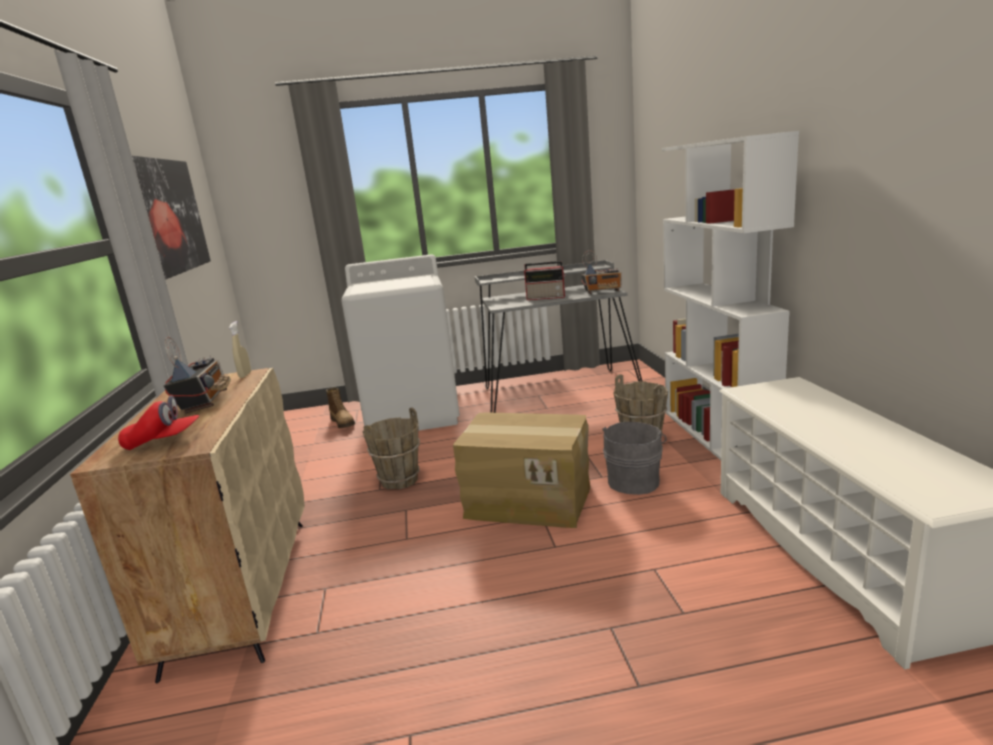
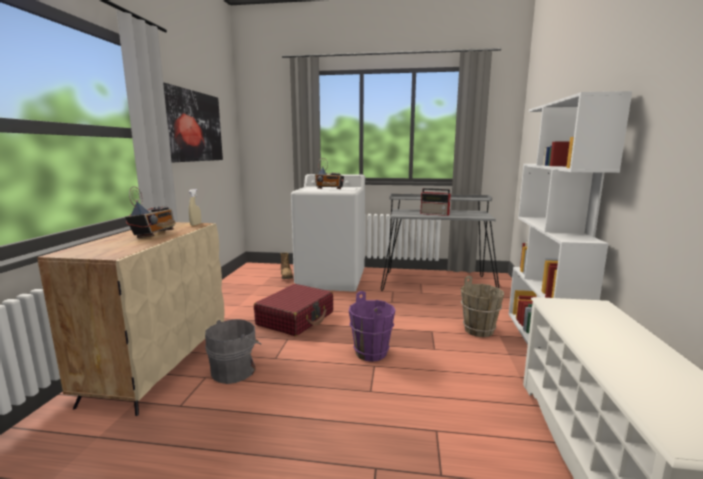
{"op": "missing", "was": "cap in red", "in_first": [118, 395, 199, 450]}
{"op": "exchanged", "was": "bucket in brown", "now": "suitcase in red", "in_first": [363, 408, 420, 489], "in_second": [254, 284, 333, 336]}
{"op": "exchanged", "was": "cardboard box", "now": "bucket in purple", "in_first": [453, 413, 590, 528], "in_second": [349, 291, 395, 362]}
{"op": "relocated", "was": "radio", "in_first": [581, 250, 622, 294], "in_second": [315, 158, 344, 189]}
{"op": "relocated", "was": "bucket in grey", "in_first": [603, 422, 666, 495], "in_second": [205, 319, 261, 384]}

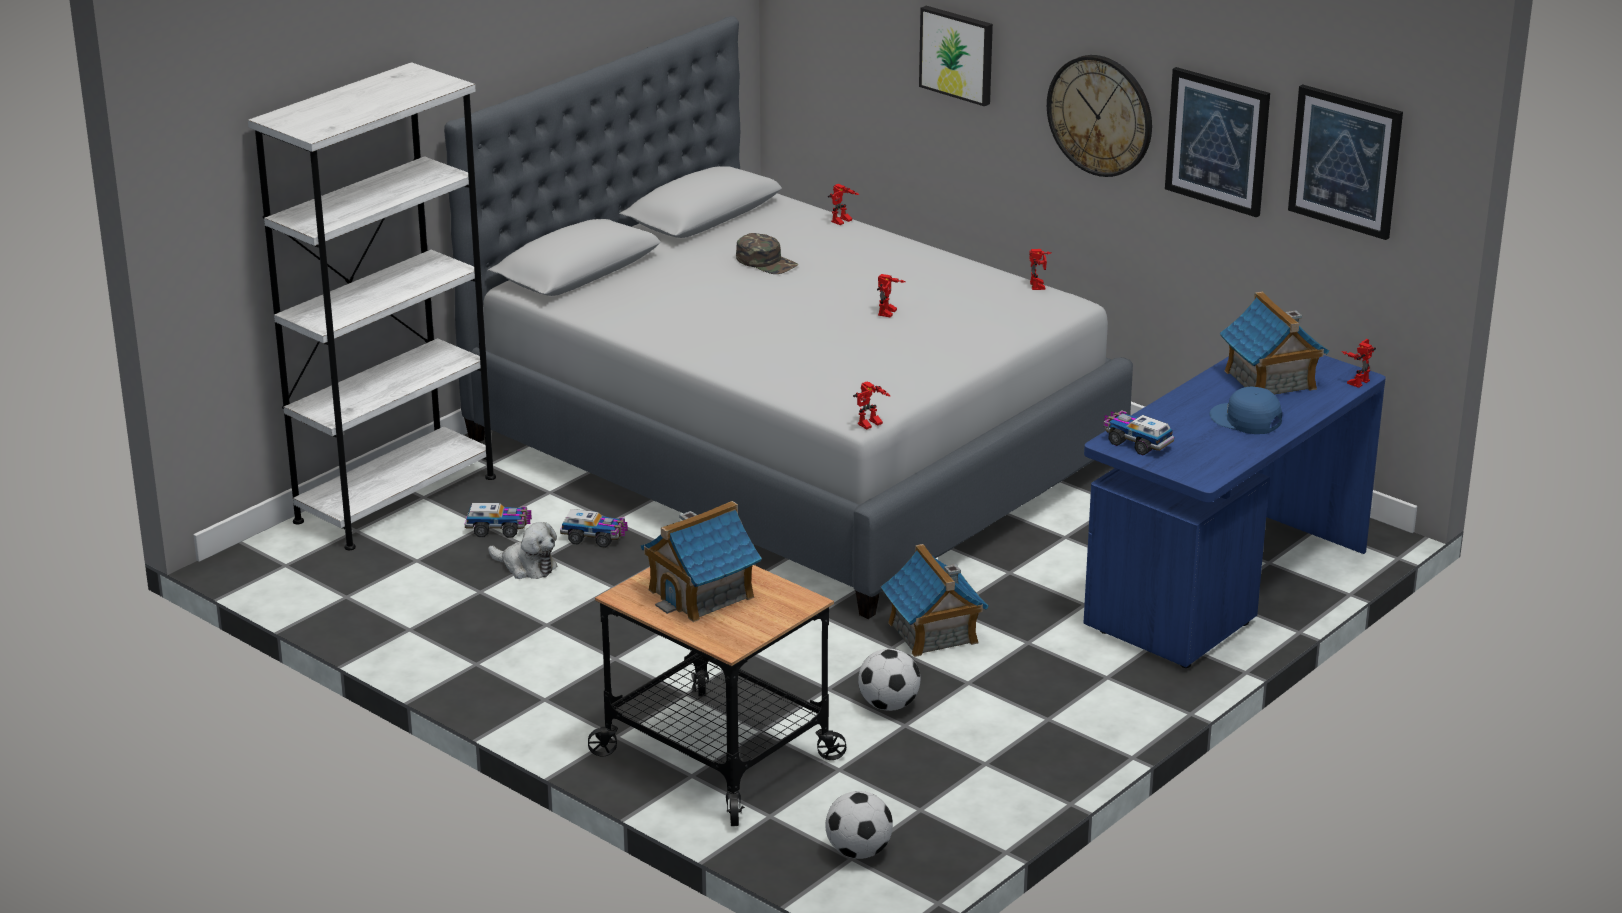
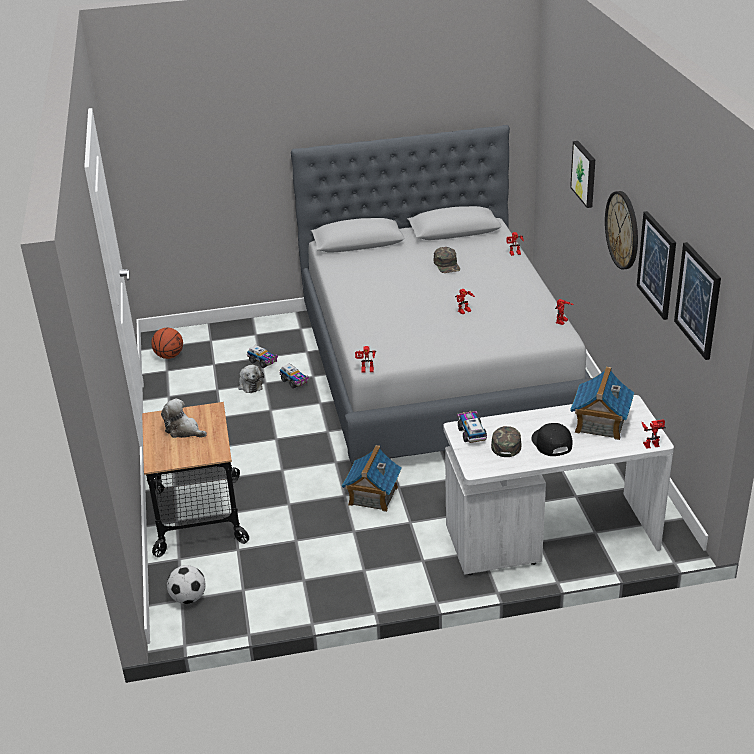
{"op": "missing", "was": "bookcase in white", "in_first": [248, 62, 496, 550]}
{"op": "exchanged", "was": "toy house", "now": "plush toy", "in_first": [641, 501, 762, 622], "in_second": [161, 399, 207, 438]}
{"op": "missing", "was": "football", "in_first": [858, 649, 921, 711]}
{"op": "colour", "was": "desk in blue", "now": "desk in white", "in_first": [1084, 355, 1385, 668], "in_second": [444, 395, 674, 575]}
{"op": "colour", "was": "cap in blue", "now": "cap in black", "in_first": [1209, 387, 1282, 434], "in_second": [531, 423, 572, 456]}
{"op": "appeared", "now": "basketball", "in_second": [151, 328, 183, 359]}
{"op": "appeared", "now": "cap in green", "in_second": [491, 426, 522, 457]}

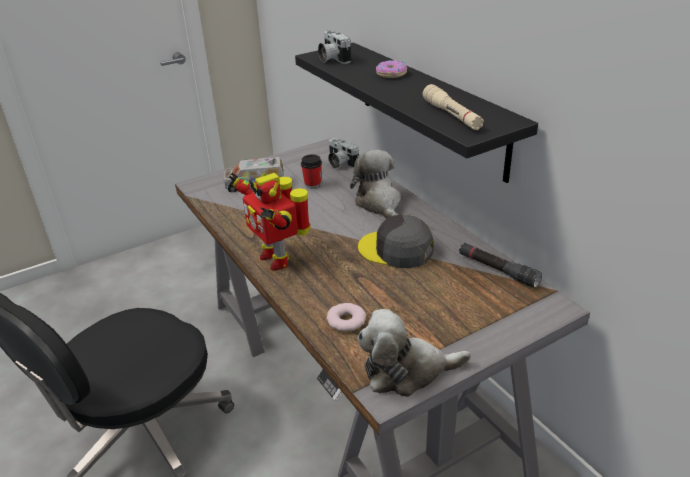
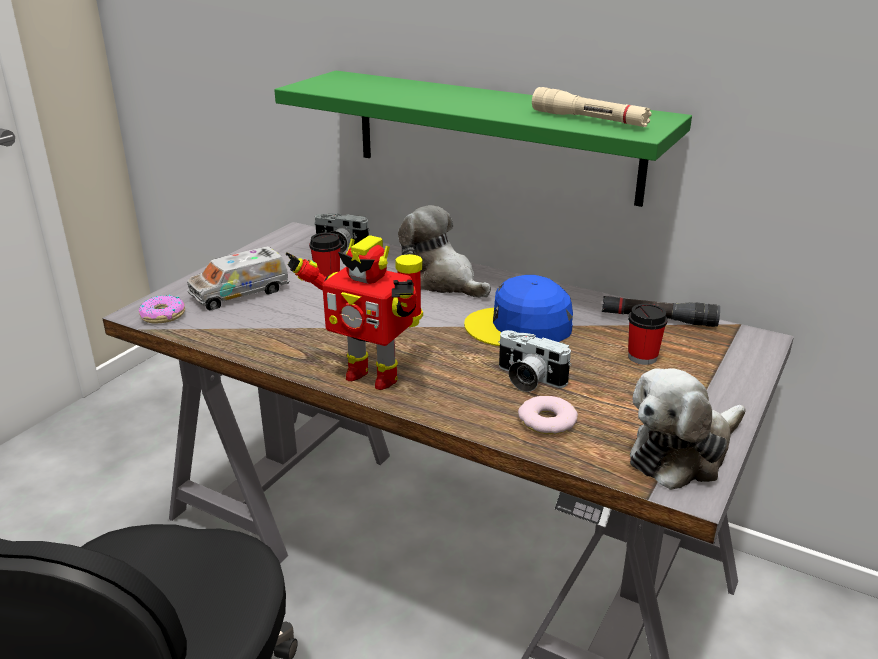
{"op": "colour", "was": "shelf in black", "now": "shelf in green", "in_first": [295, 43, 538, 183], "in_second": [274, 71, 692, 207]}
{"op": "relocated", "was": "photo camera", "in_first": [318, 31, 351, 64], "in_second": [498, 330, 572, 392]}
{"op": "colour", "was": "cap in grey", "now": "cap in blue", "in_first": [358, 215, 434, 268], "in_second": [464, 275, 573, 346]}
{"op": "relocated", "was": "donut", "in_first": [376, 60, 407, 78], "in_second": [139, 295, 185, 323]}
{"op": "appeared", "now": "cup", "in_second": [628, 304, 667, 365]}

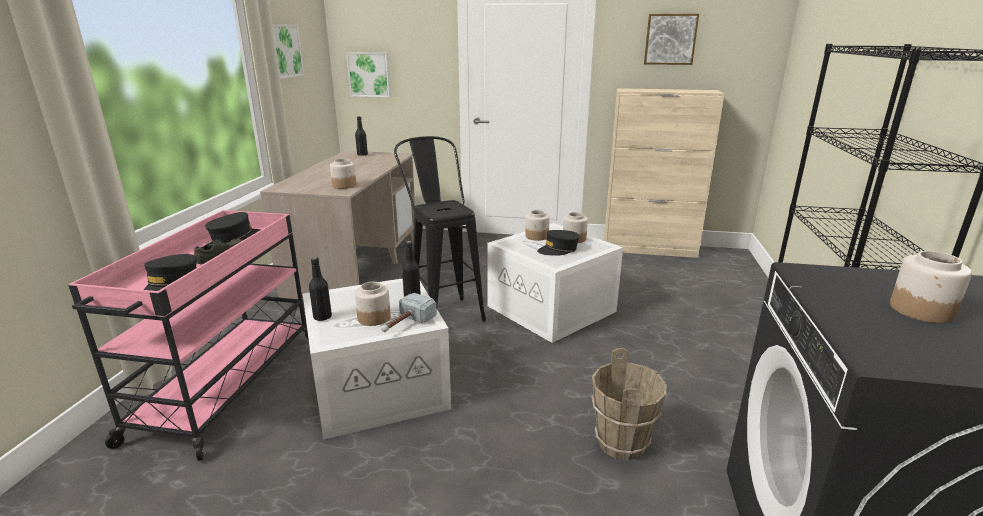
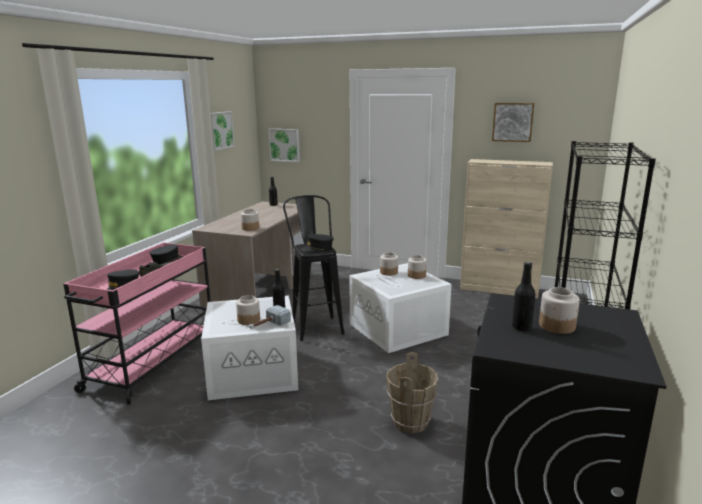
{"op": "relocated", "was": "bottle in black", "in_first": [309, 257, 332, 321], "in_second": [512, 262, 535, 331]}
{"op": "relocated", "was": "cap in black", "in_first": [537, 230, 580, 256], "in_second": [300, 234, 334, 252]}

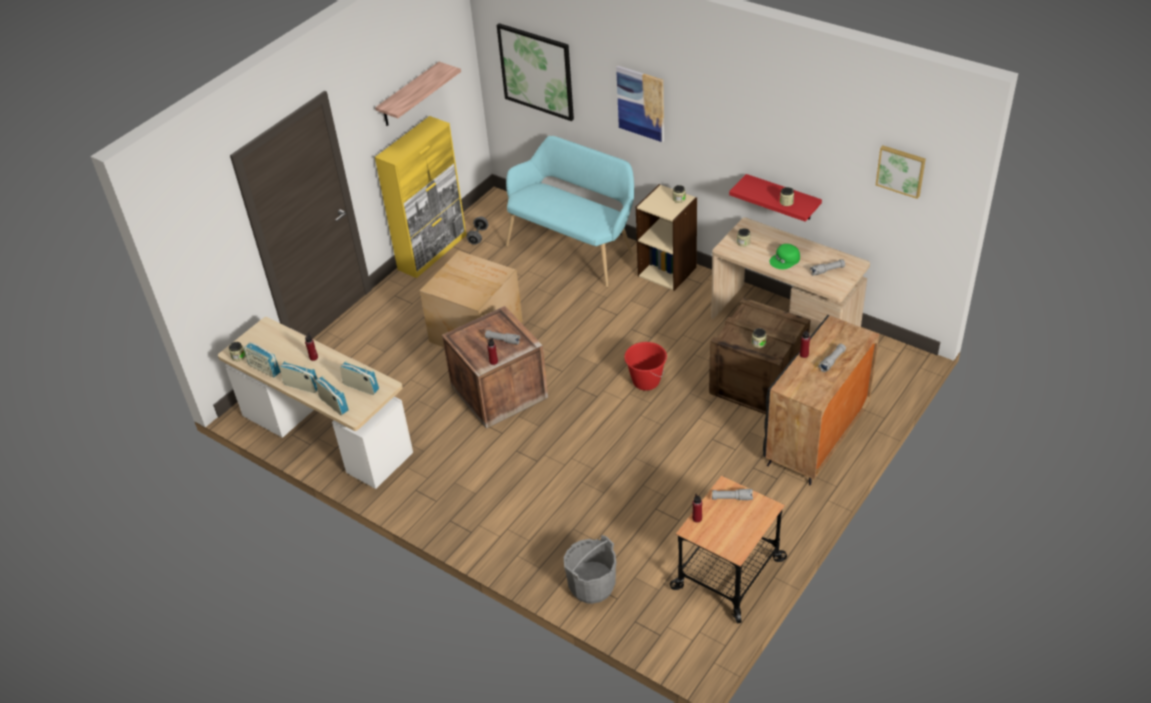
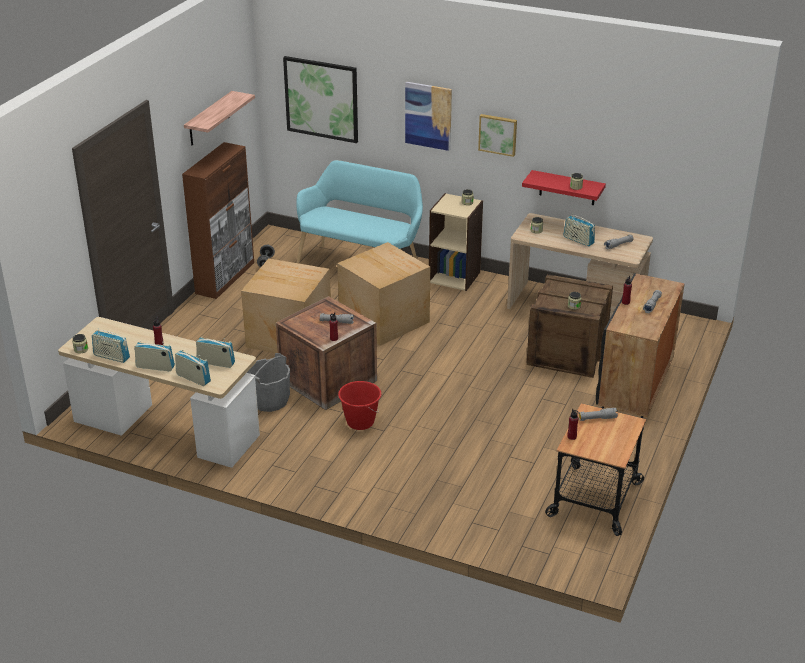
{"op": "colour", "was": "cabinet in yellow", "now": "cabinet in brown", "in_first": [375, 116, 466, 278], "in_second": [182, 142, 254, 299]}
{"op": "relocated", "was": "bucket in grey", "in_first": [564, 535, 616, 604], "in_second": [247, 353, 290, 412]}
{"op": "relocated", "was": "bucket in red", "in_first": [624, 342, 667, 391], "in_second": [338, 381, 381, 430]}
{"op": "exchanged", "was": "cap in green", "now": "radio", "in_first": [769, 244, 800, 269], "in_second": [563, 213, 595, 246]}
{"op": "relocated", "was": "picture", "in_first": [876, 146, 926, 199], "in_second": [478, 114, 517, 157]}
{"op": "appeared", "now": "cardboard box", "in_second": [337, 242, 430, 346]}

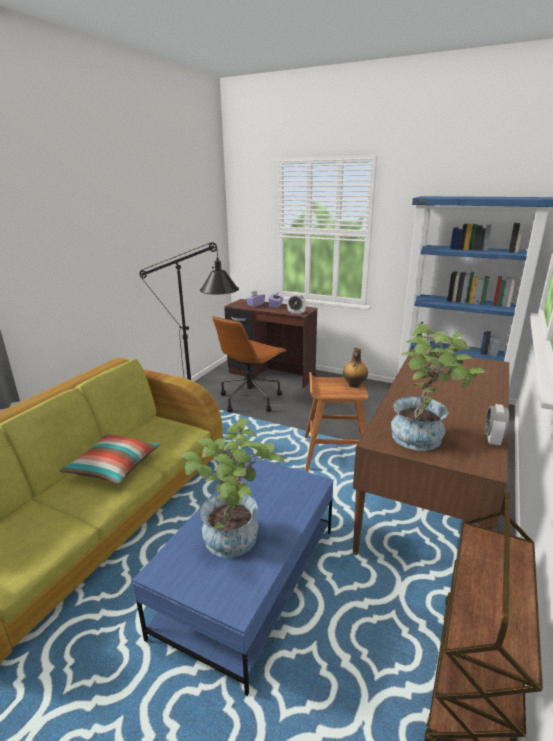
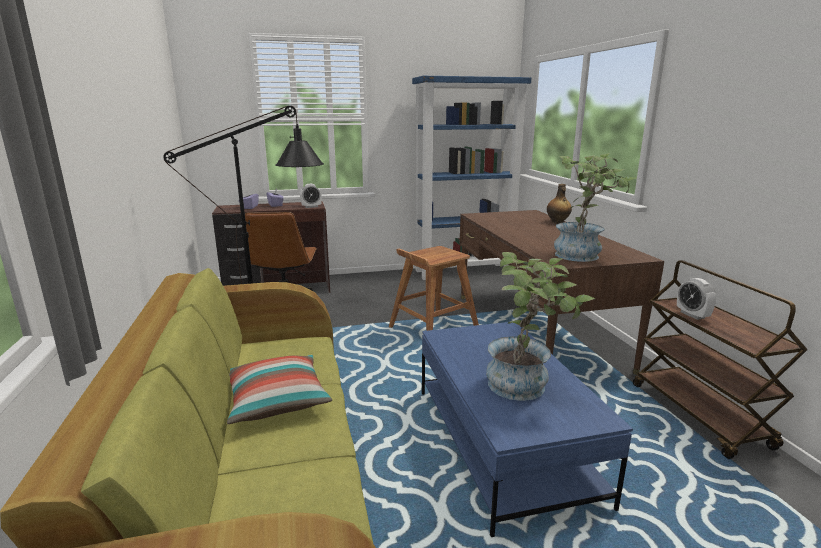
{"op": "relocated", "was": "bottle", "in_first": [343, 348, 368, 388], "in_second": [547, 184, 572, 224]}
{"op": "relocated", "was": "alarm clock", "in_first": [485, 404, 509, 446], "in_second": [677, 278, 716, 320]}

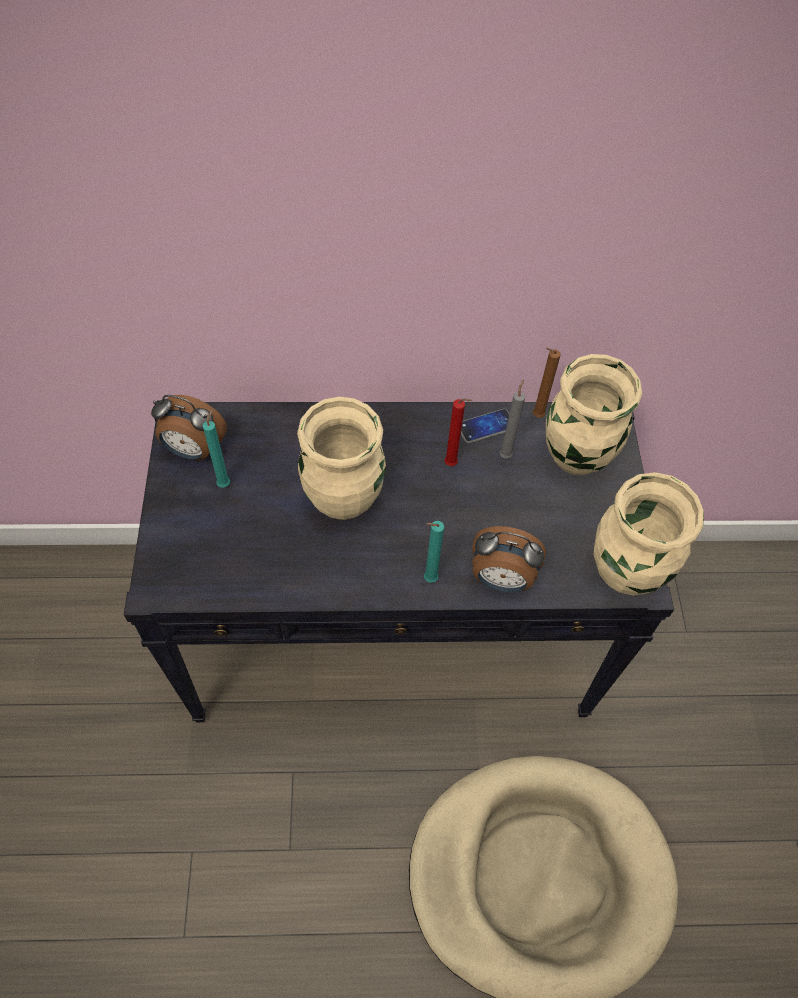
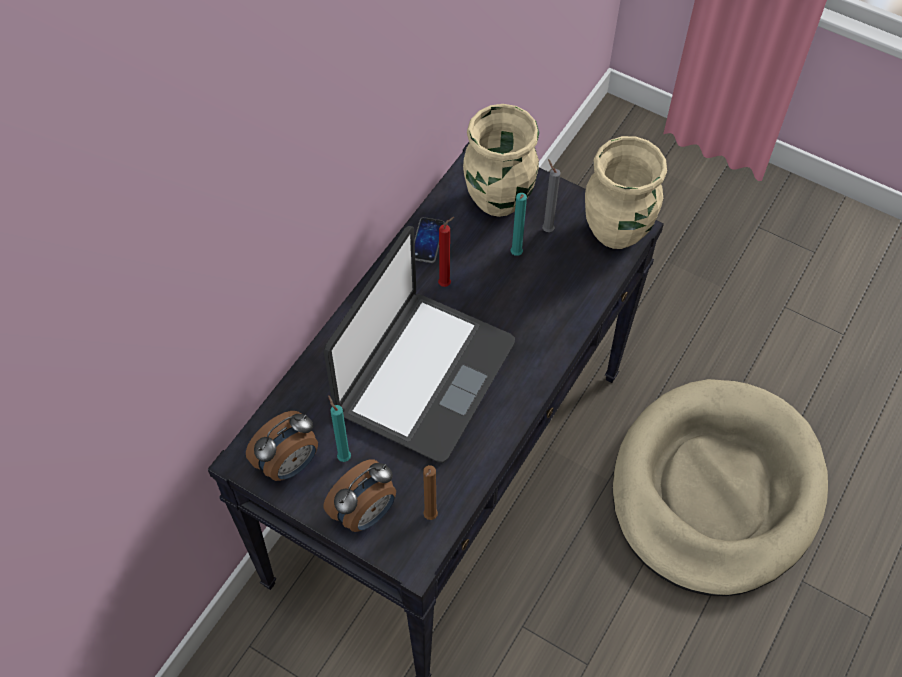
{"op": "exchanged", "was": "vase in beige", "now": "laptop", "in_first": [297, 397, 386, 520], "in_second": [324, 226, 515, 463]}
{"op": "relocated", "was": "candle in turquoise", "in_first": [424, 521, 444, 583], "in_second": [511, 193, 527, 256]}
{"op": "relocated", "was": "alarm clock", "in_first": [472, 526, 546, 592], "in_second": [324, 459, 396, 532]}
{"op": "relocated", "was": "candle in grey", "in_first": [500, 379, 525, 459], "in_second": [542, 159, 561, 232]}
{"op": "relocated", "was": "candle in brown", "in_first": [533, 348, 561, 418], "in_second": [423, 465, 438, 520]}

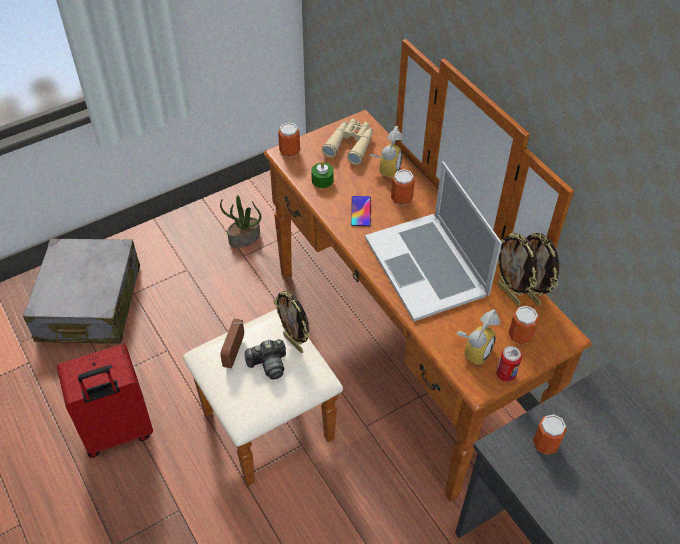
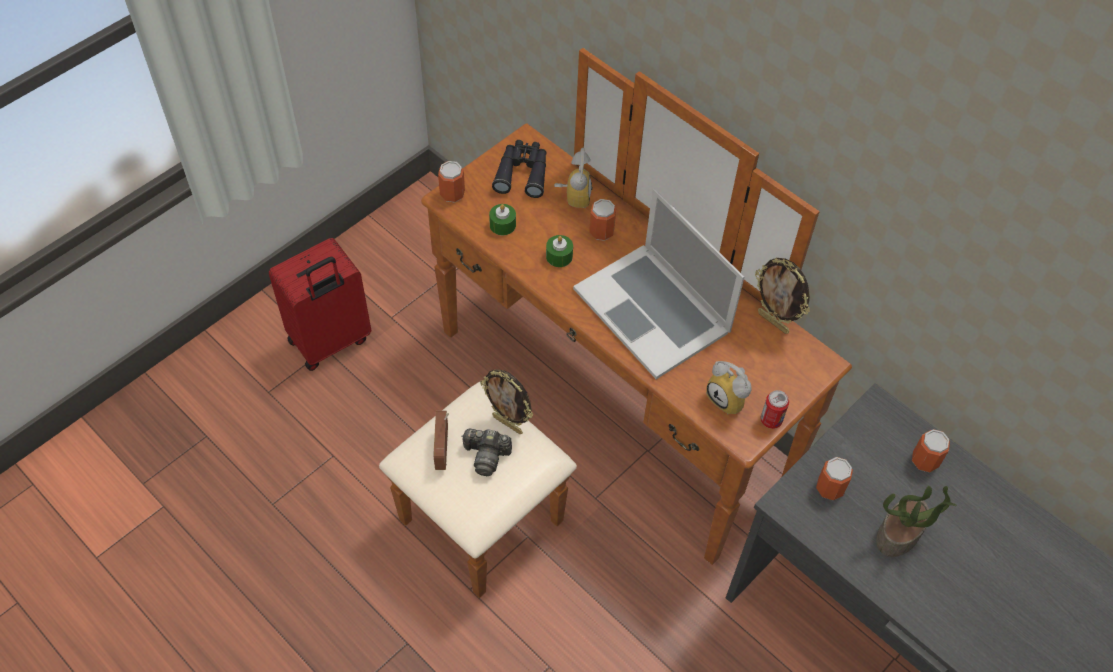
{"op": "missing", "was": "suitcase in grey", "in_first": [23, 238, 140, 344]}
{"op": "relocated", "was": "suitcase in red", "in_first": [57, 344, 153, 458], "in_second": [269, 238, 371, 371]}
{"op": "relocated", "was": "potted plant", "in_first": [220, 195, 261, 248], "in_second": [876, 486, 957, 557]}
{"op": "spun", "was": "photo camera", "in_first": [244, 339, 286, 380], "in_second": [461, 429, 512, 476], "clockwise": 45}
{"op": "colour", "was": "binoculars in beige", "now": "binoculars in black", "in_first": [322, 119, 373, 165], "in_second": [492, 140, 547, 198]}
{"op": "exchanged", "was": "phone", "now": "candle in green", "in_first": [351, 196, 371, 226], "in_second": [546, 235, 573, 267]}
{"op": "spun", "was": "alarm clock", "in_first": [457, 309, 500, 365], "in_second": [706, 361, 752, 415], "clockwise": 120}
{"op": "missing", "was": "picture frame", "in_first": [497, 233, 538, 306]}
{"op": "relocated", "was": "can", "in_first": [509, 306, 539, 345], "in_second": [912, 429, 950, 472]}

